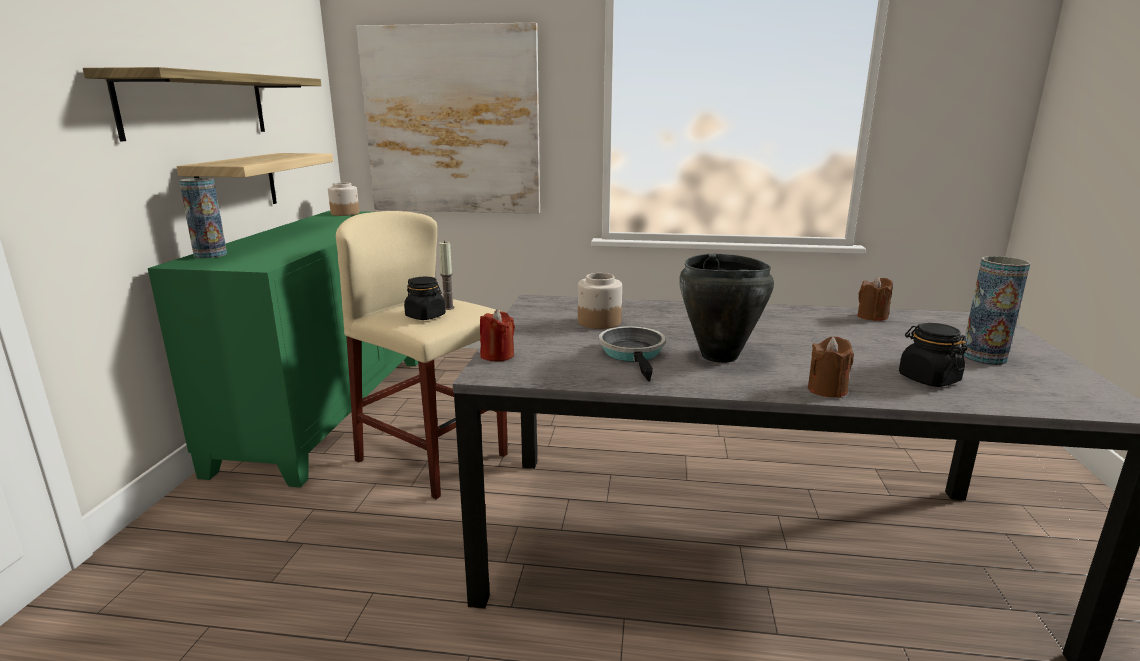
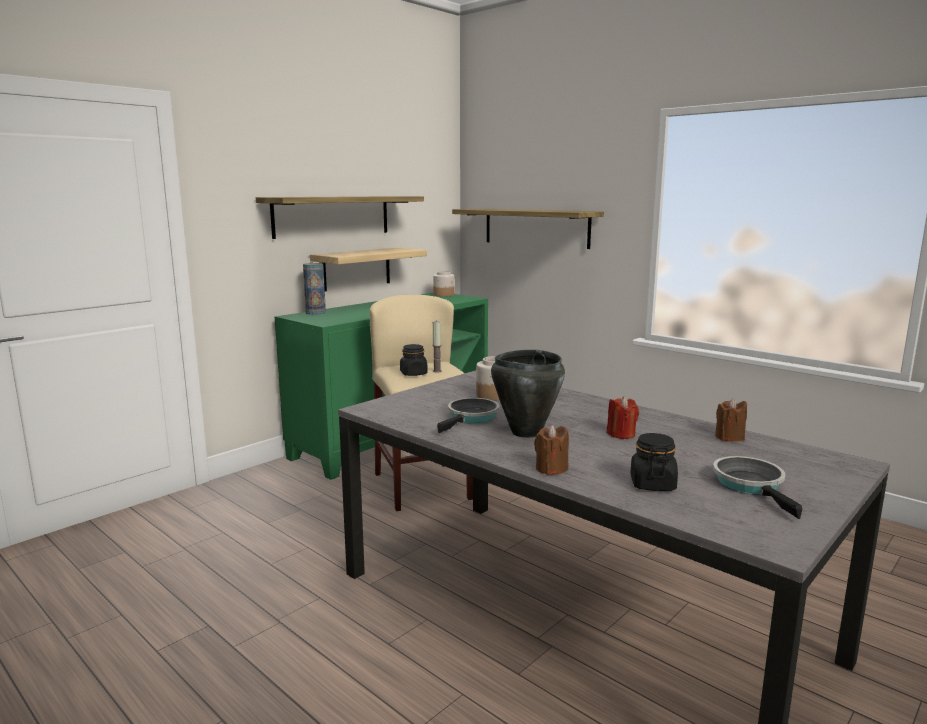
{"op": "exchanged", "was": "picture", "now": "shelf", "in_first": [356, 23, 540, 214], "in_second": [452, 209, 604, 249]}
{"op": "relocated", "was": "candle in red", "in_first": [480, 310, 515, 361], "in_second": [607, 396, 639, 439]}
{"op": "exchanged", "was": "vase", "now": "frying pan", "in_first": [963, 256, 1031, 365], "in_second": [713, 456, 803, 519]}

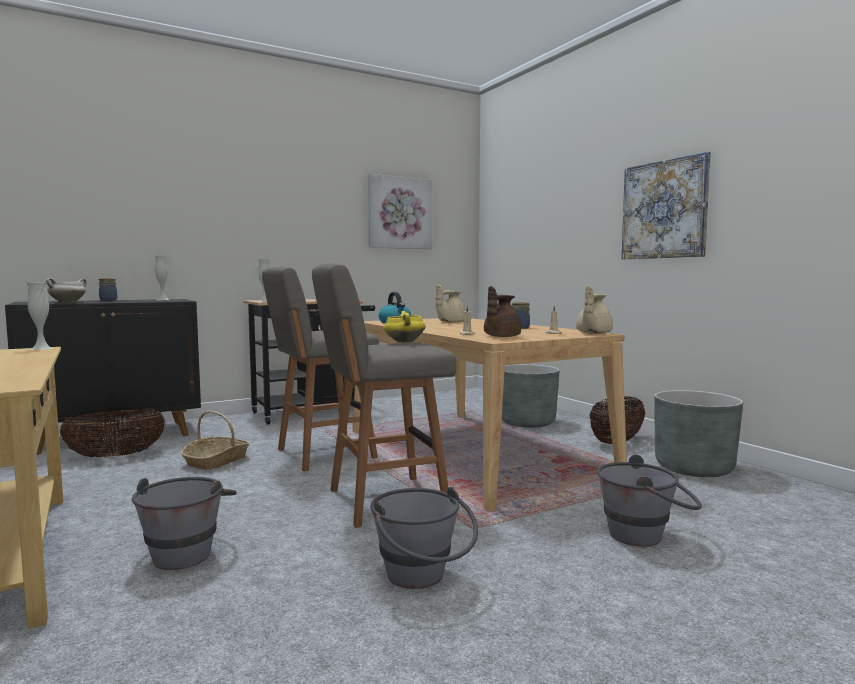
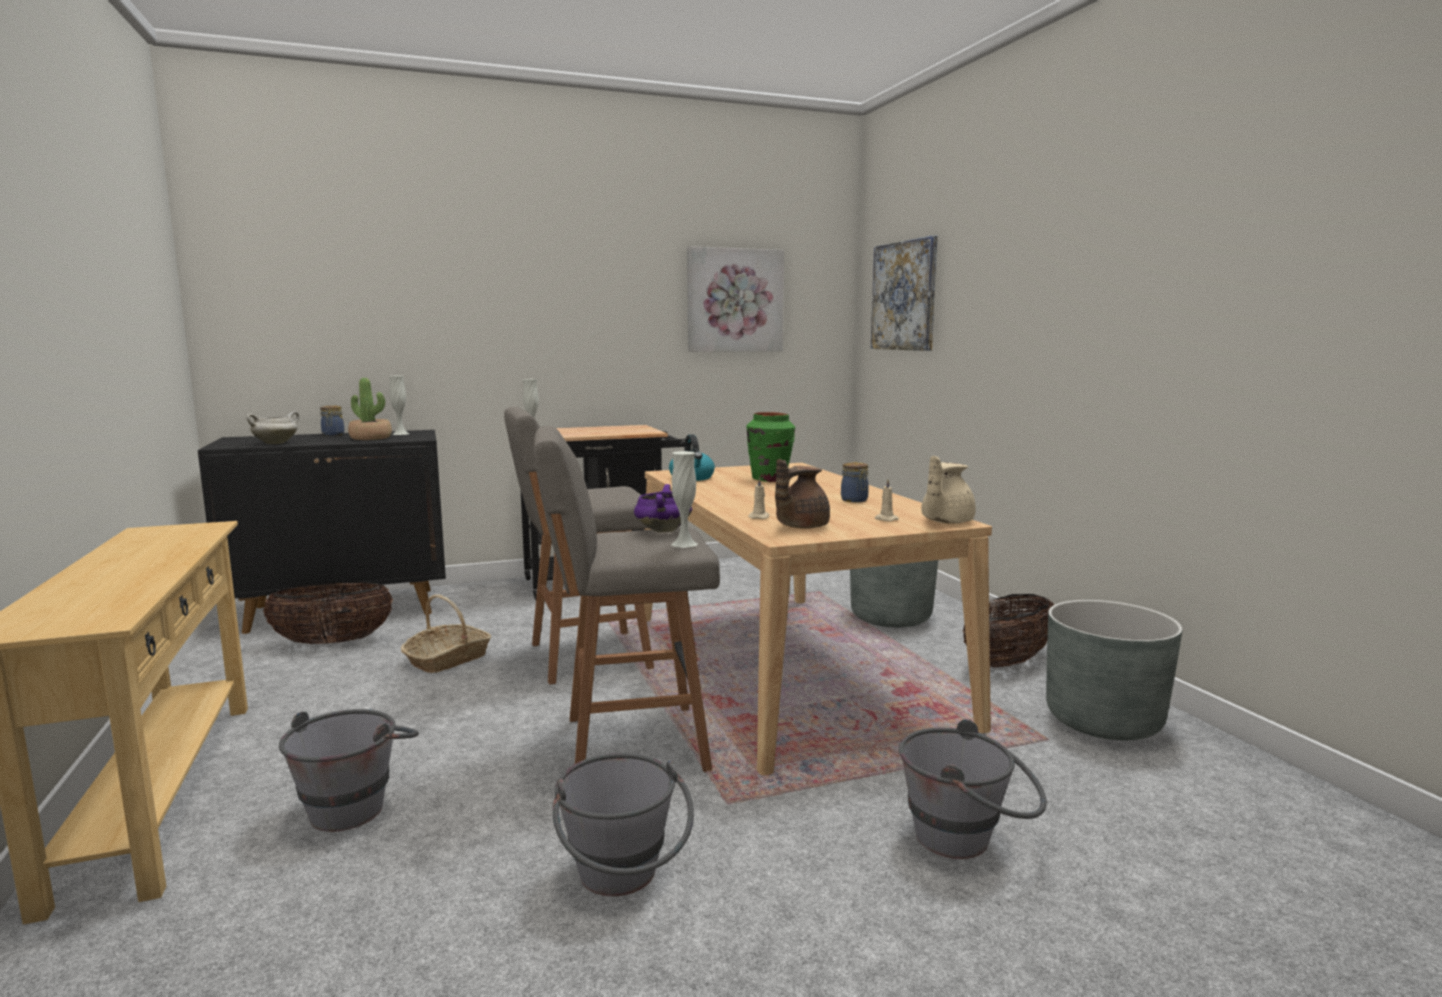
{"op": "relocated", "was": "vase in white", "in_first": [27, 282, 52, 350], "in_second": [671, 451, 697, 548]}
{"op": "colour", "was": "cooking pot in yellow", "now": "cooking pot in purple", "in_first": [384, 311, 426, 343], "in_second": [634, 484, 692, 532]}
{"op": "exchanged", "was": "teapot in beige", "now": "vase in green", "in_first": [436, 284, 466, 323], "in_second": [746, 412, 795, 482]}
{"op": "relocated", "was": "picture", "in_first": [622, 151, 711, 259], "in_second": [871, 235, 938, 351]}
{"op": "appeared", "now": "potted plant", "in_second": [348, 378, 392, 440]}

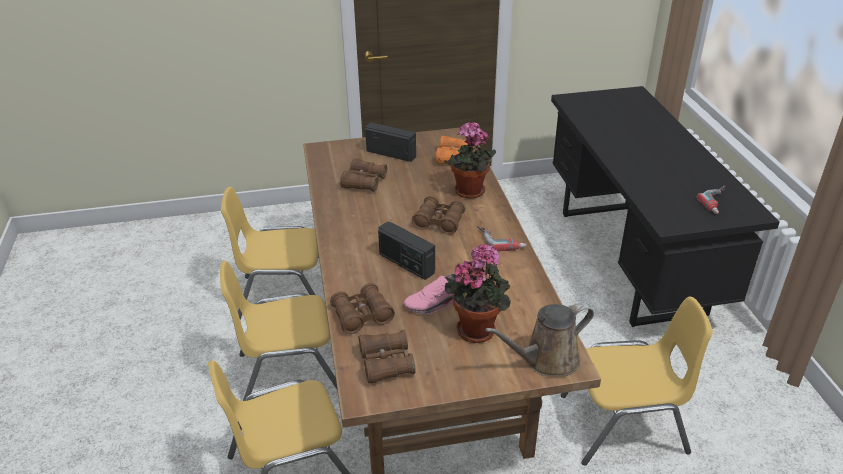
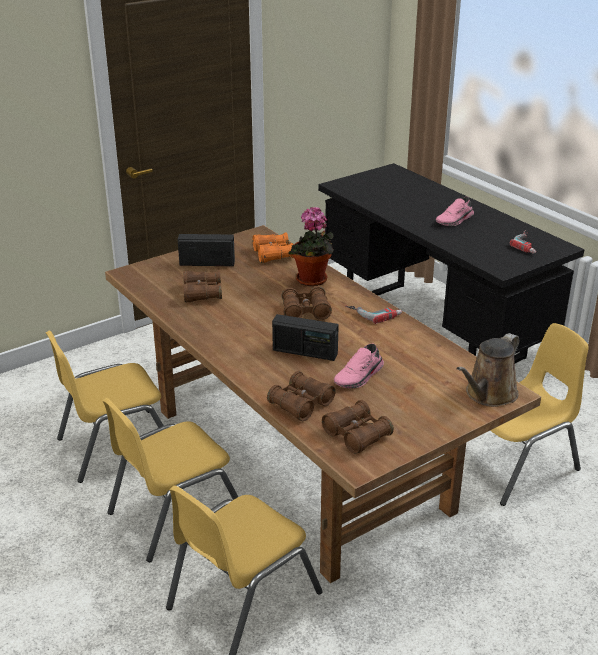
{"op": "missing", "was": "potted plant", "in_first": [445, 243, 511, 343]}
{"op": "appeared", "now": "shoe in pink", "in_second": [436, 197, 474, 226]}

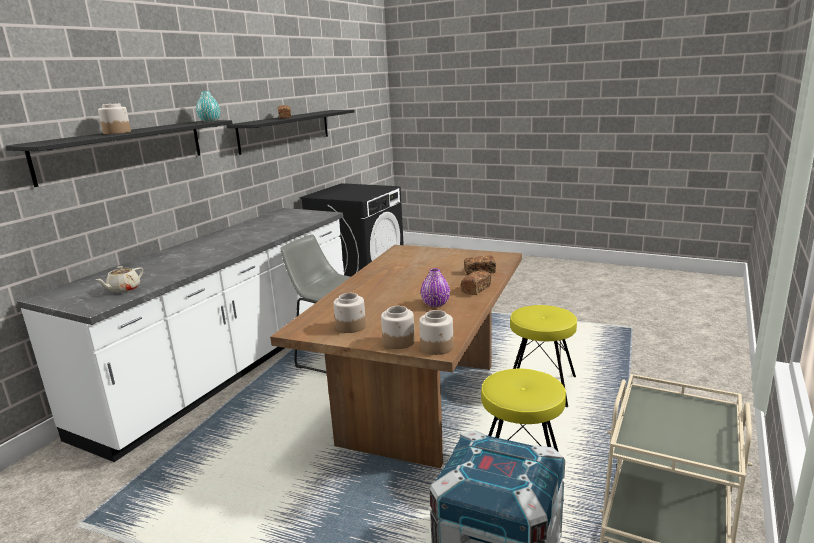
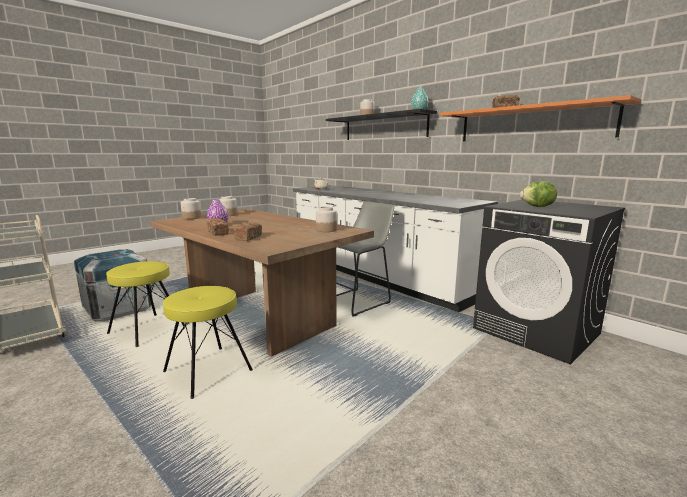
{"op": "colour", "was": "shelf in black", "now": "shelf in orange", "in_first": [226, 110, 354, 155], "in_second": [439, 95, 641, 141]}
{"op": "relocated", "was": "jar", "in_first": [419, 310, 453, 355], "in_second": [316, 206, 337, 232]}
{"op": "appeared", "now": "lettuce", "in_second": [520, 181, 557, 207]}

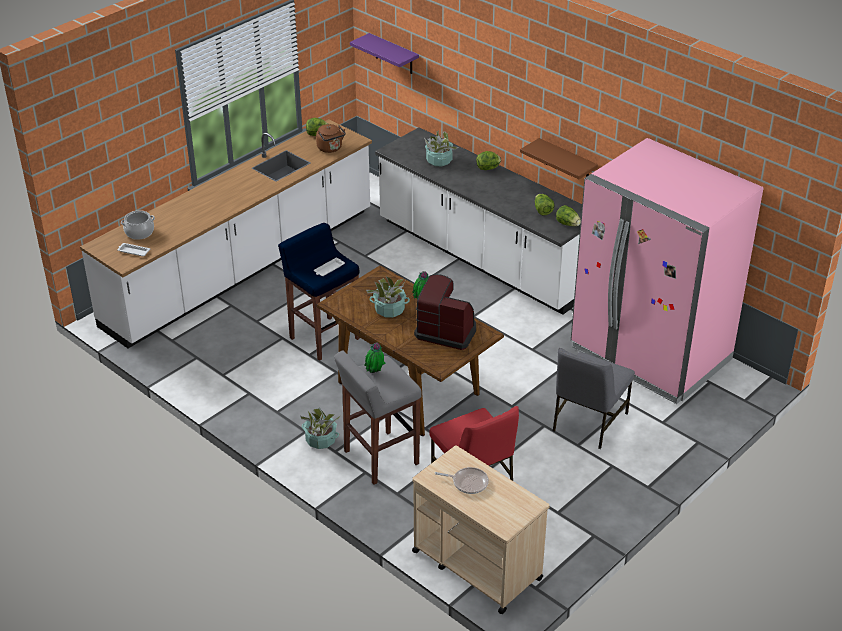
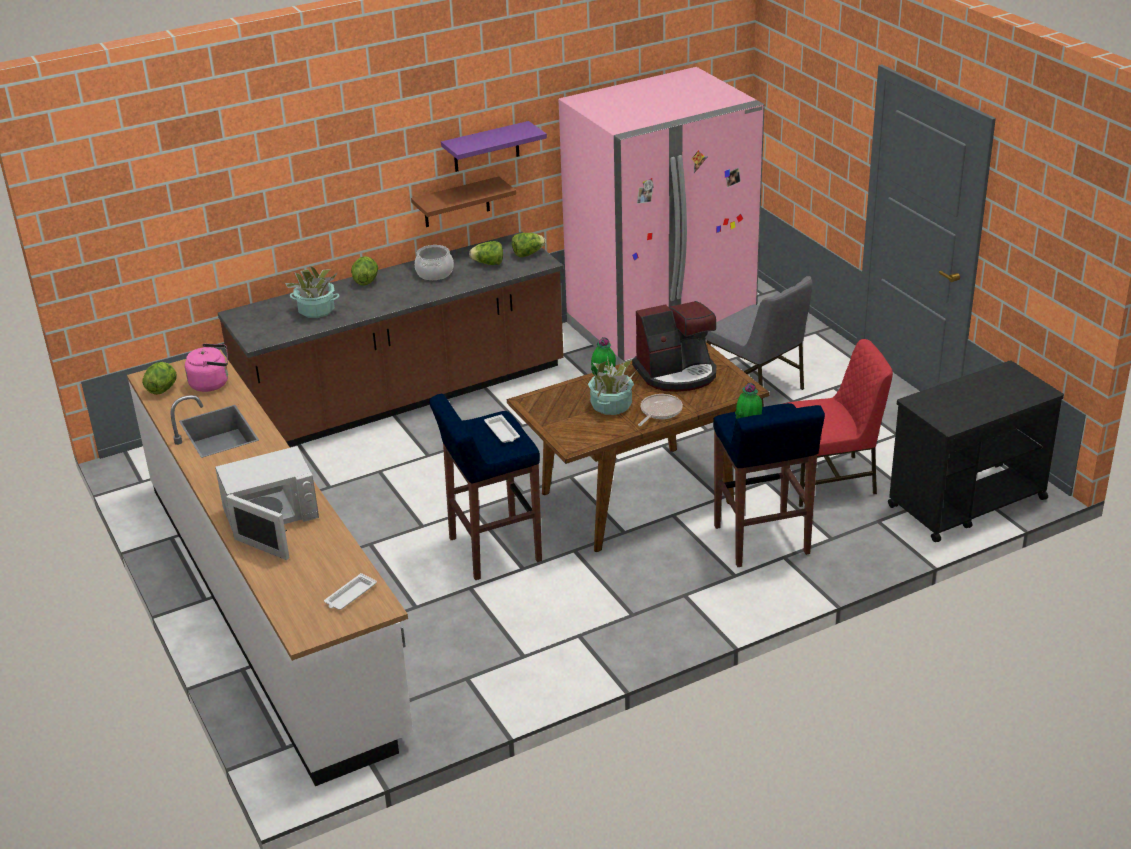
{"op": "relocated", "was": "cooking pot", "in_first": [121, 210, 155, 240], "in_second": [415, 245, 454, 280]}
{"op": "missing", "was": "potted plant", "in_first": [300, 408, 341, 449]}
{"op": "colour", "was": "kettle in brown", "now": "kettle in pink", "in_first": [316, 124, 346, 153], "in_second": [185, 344, 228, 392]}
{"op": "colour", "was": "stool in grey", "now": "stool in blue", "in_first": [334, 350, 422, 485], "in_second": [713, 403, 825, 567]}
{"op": "relocated", "was": "shelf in purple", "in_first": [350, 33, 419, 74], "in_second": [441, 121, 547, 172]}
{"op": "colour", "was": "counter in white", "now": "counter in brown", "in_first": [375, 127, 582, 315], "in_second": [218, 232, 564, 447]}
{"op": "colour", "was": "cart in beige", "now": "cart in black", "in_first": [412, 445, 550, 614], "in_second": [888, 361, 1064, 542]}
{"op": "spun", "was": "coffee machine", "in_first": [414, 274, 476, 350], "in_second": [632, 301, 716, 392], "clockwise": -150}
{"op": "relocated", "was": "frying pan", "in_first": [435, 467, 489, 494], "in_second": [638, 394, 683, 426]}
{"op": "appeared", "now": "microwave in white", "in_second": [215, 446, 319, 560]}

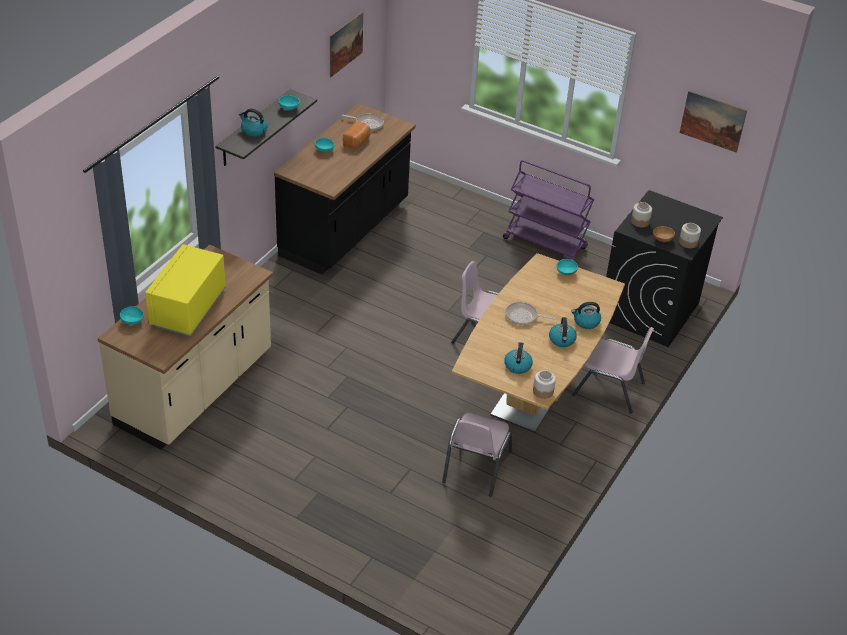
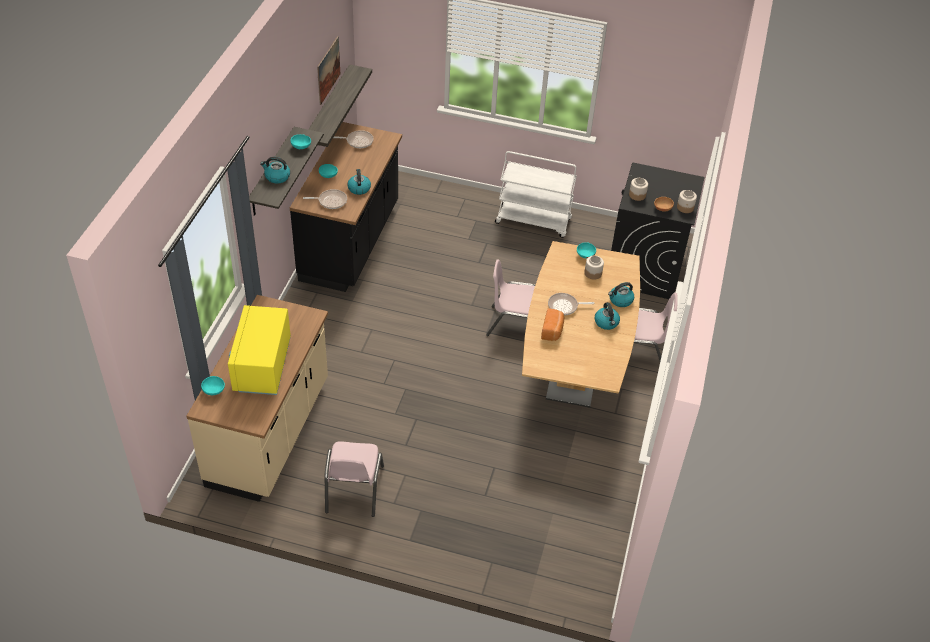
{"op": "relocated", "was": "bread", "in_first": [343, 121, 371, 149], "in_second": [541, 308, 564, 341]}
{"op": "relocated", "was": "chair in pink", "in_first": [442, 413, 512, 497], "in_second": [325, 441, 384, 517]}
{"op": "colour", "was": "cart in purple", "now": "cart in white", "in_first": [503, 160, 594, 261], "in_second": [495, 151, 577, 238]}
{"op": "relocated", "was": "kettle", "in_first": [504, 342, 533, 374], "in_second": [347, 169, 371, 195]}
{"op": "relocated", "was": "jar", "in_first": [533, 370, 556, 399], "in_second": [584, 256, 604, 280]}
{"op": "missing", "was": "picture", "in_first": [680, 91, 747, 153]}
{"op": "appeared", "now": "frying pan", "in_second": [303, 189, 347, 209]}
{"op": "appeared", "now": "shelf", "in_second": [308, 64, 372, 147]}

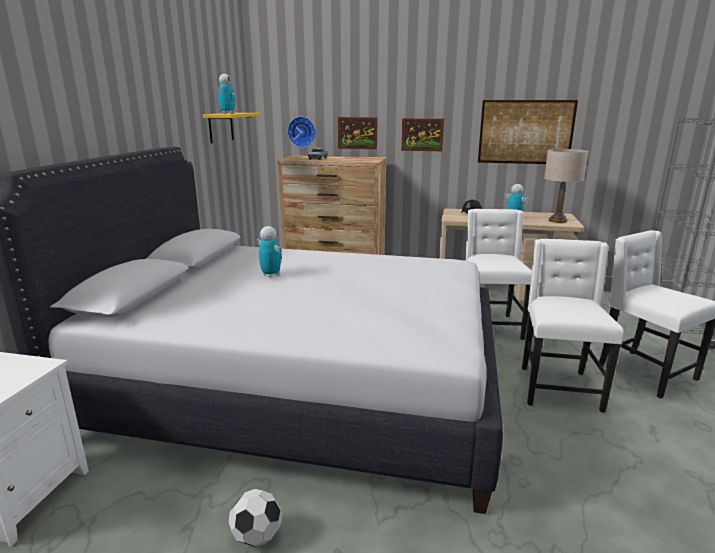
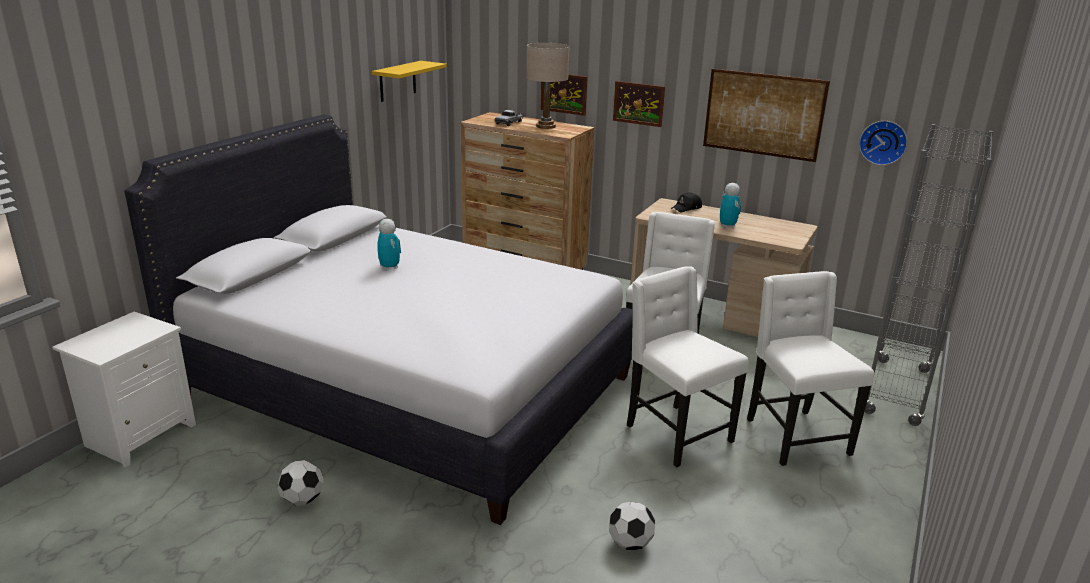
{"op": "missing", "was": "toy robot", "in_first": [218, 74, 236, 114]}
{"op": "relocated", "was": "wall clock", "in_first": [287, 116, 316, 148], "in_second": [859, 121, 908, 165]}
{"op": "spun", "was": "chair in white", "in_first": [522, 239, 624, 412], "in_second": [627, 266, 749, 467], "clockwise": -60}
{"op": "relocated", "was": "table lamp in beige", "in_first": [544, 149, 589, 223], "in_second": [526, 43, 570, 129]}
{"op": "appeared", "now": "football", "in_second": [609, 502, 655, 550]}

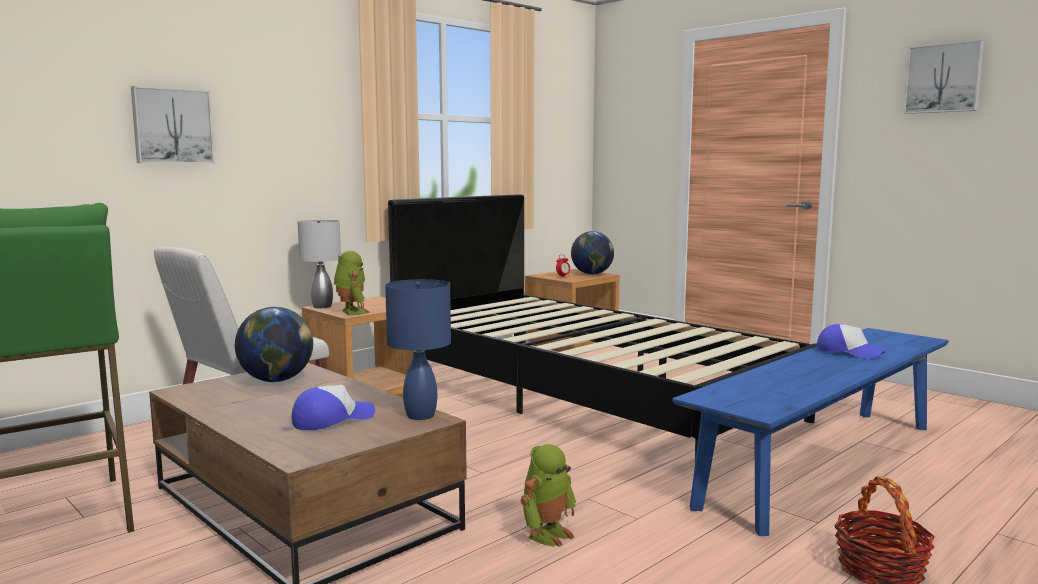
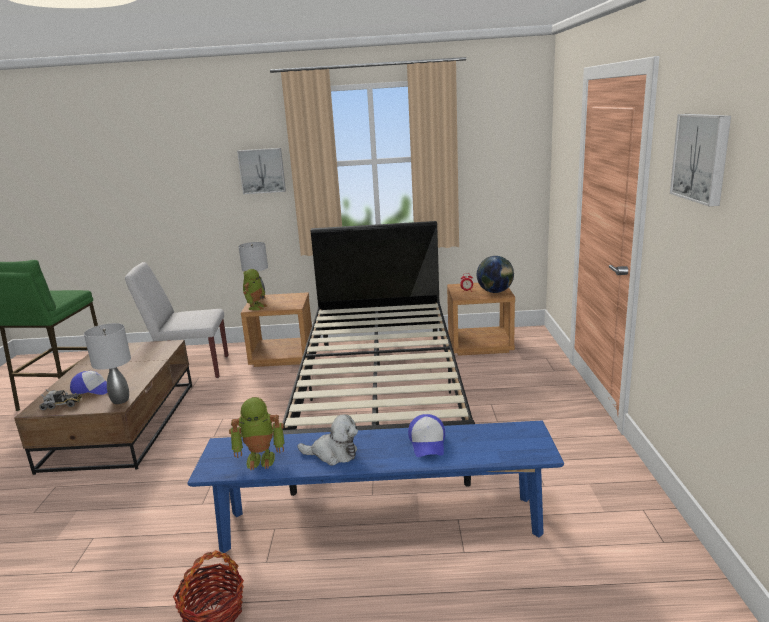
{"op": "relocated", "was": "picture", "in_first": [131, 86, 214, 163], "in_second": [237, 148, 286, 194]}
{"op": "missing", "was": "globe", "in_first": [235, 307, 313, 382]}
{"op": "colour", "was": "table lamp in blue", "now": "table lamp in grey", "in_first": [385, 279, 451, 420], "in_second": [84, 323, 131, 404]}
{"op": "relocated", "was": "toy robot", "in_first": [521, 444, 576, 547], "in_second": [229, 397, 285, 470]}
{"op": "appeared", "now": "toy truck", "in_second": [39, 389, 82, 410]}
{"op": "appeared", "now": "plush toy", "in_second": [298, 414, 358, 465]}

